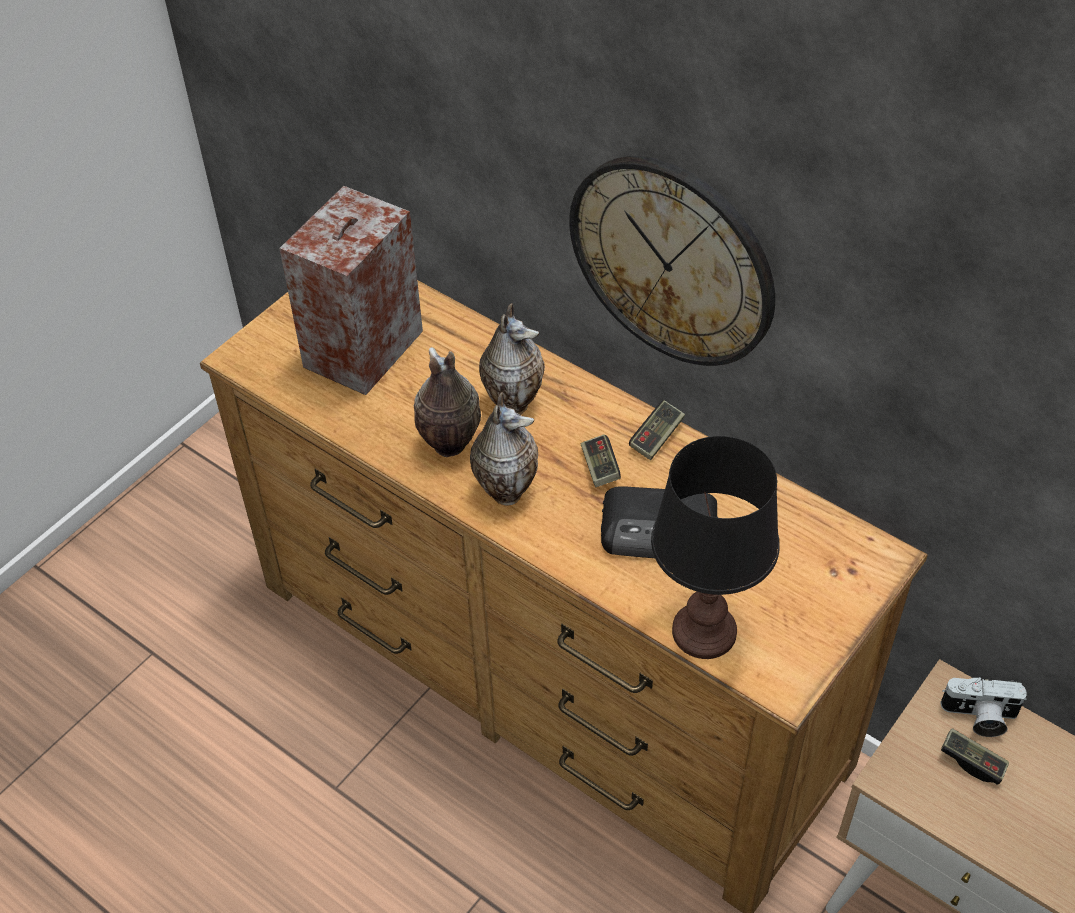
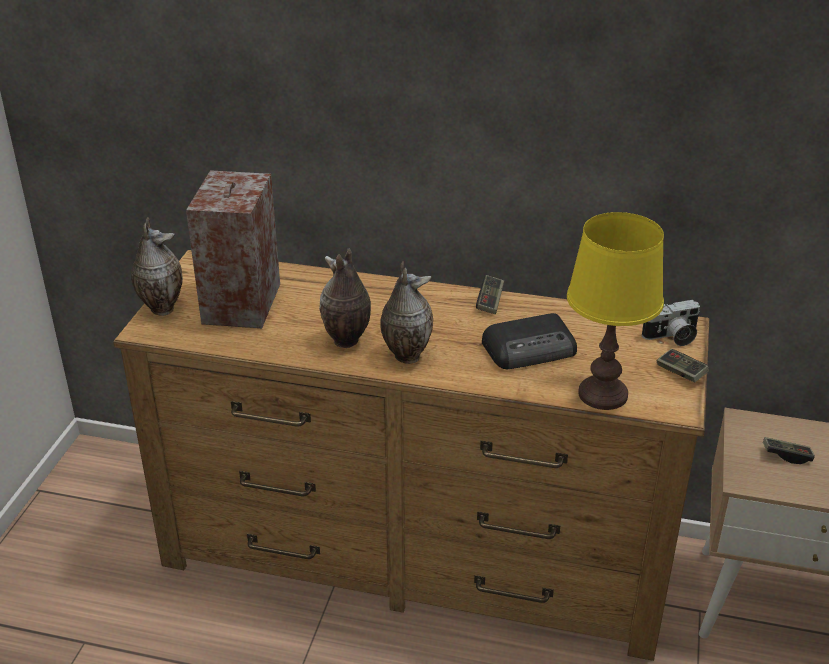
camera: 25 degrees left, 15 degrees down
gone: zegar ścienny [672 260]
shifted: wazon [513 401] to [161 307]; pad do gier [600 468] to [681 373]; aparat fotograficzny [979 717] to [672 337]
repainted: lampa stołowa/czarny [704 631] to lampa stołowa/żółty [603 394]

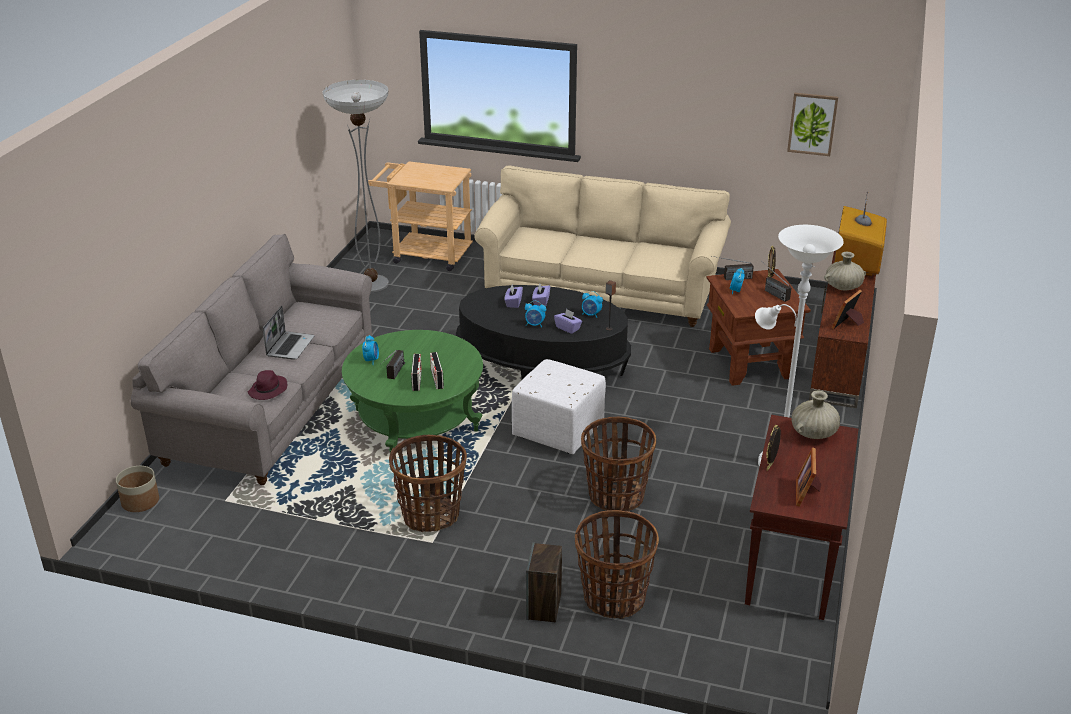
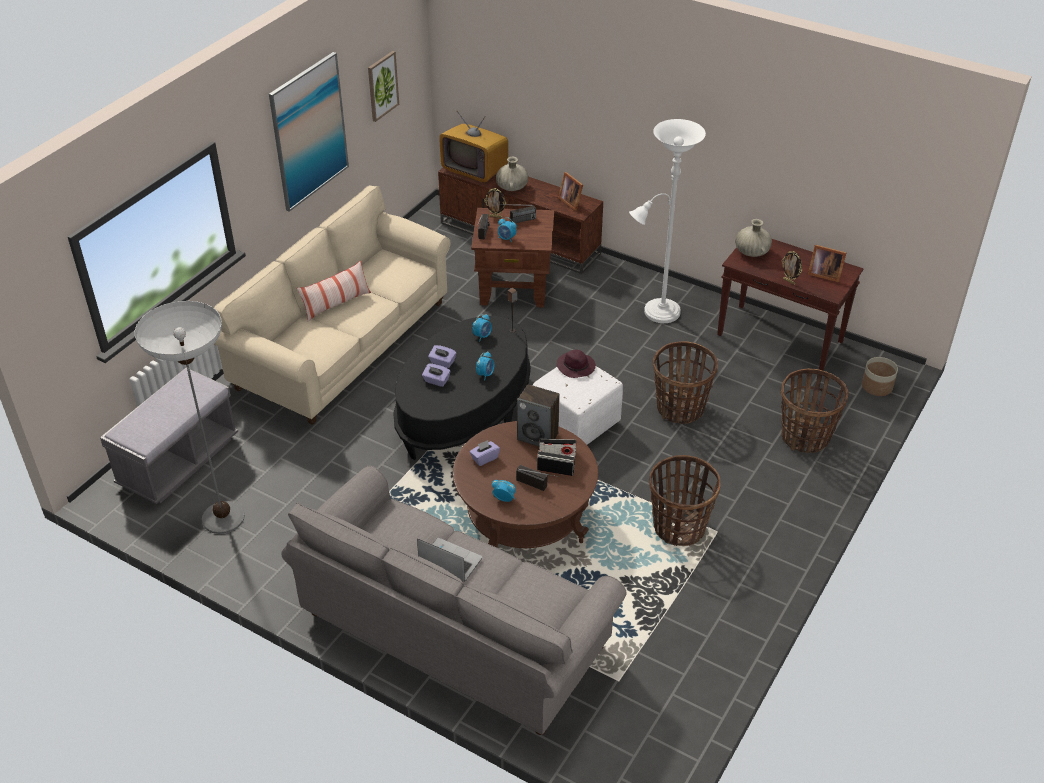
camera: 75 degrees left, 10 degrees up
new: obraz [309 131]; poduszka [336 304]
shifted: donica [140 501] to [876 387]; kapelusz/fioletowy [268 390] to [576 367]; głośnik [544 607] to [538 436]; pudełko chusteczek/fioletowy [568 328] to [484 458]
swapped: wózek/beżowy [425 254] to ławka/szary [178 462]
repainted: ława/zielony [416 420] to ława/brązowy [525 517]

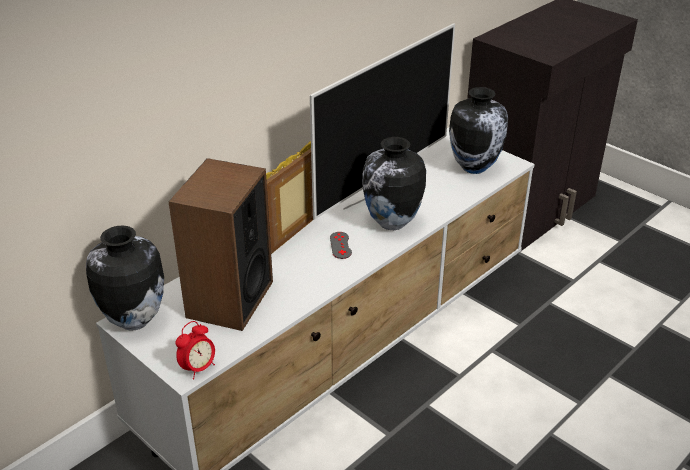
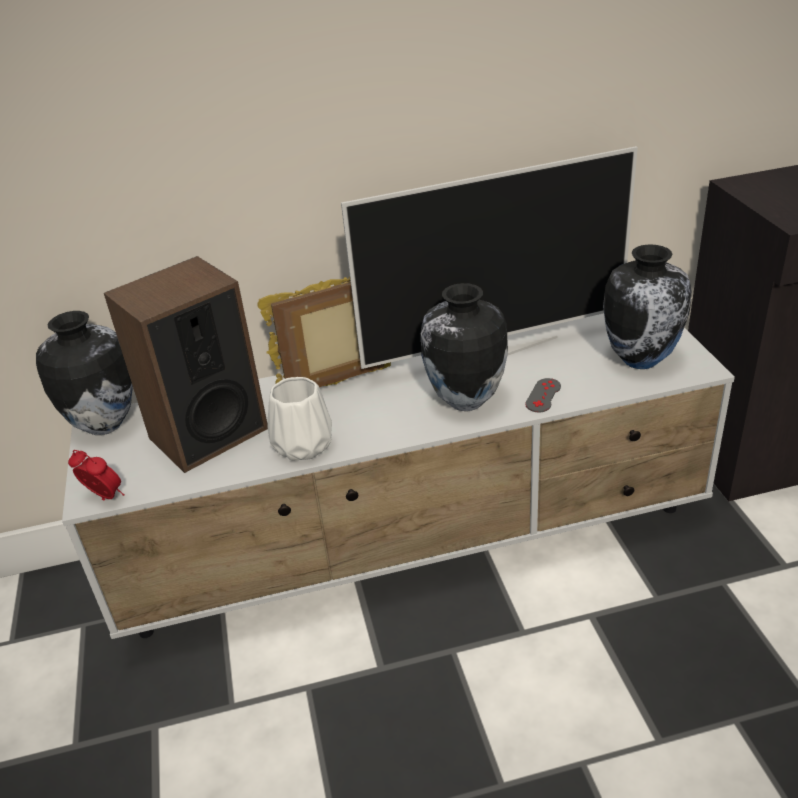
camera: 35 degrees right, 0 degrees up
new: wazon/biały [302 446]
shifted: pad do gier/szary [340 245] to [543 395]
rotated: budzik [198 368] = [104 498] 135 degrees counterclockwise

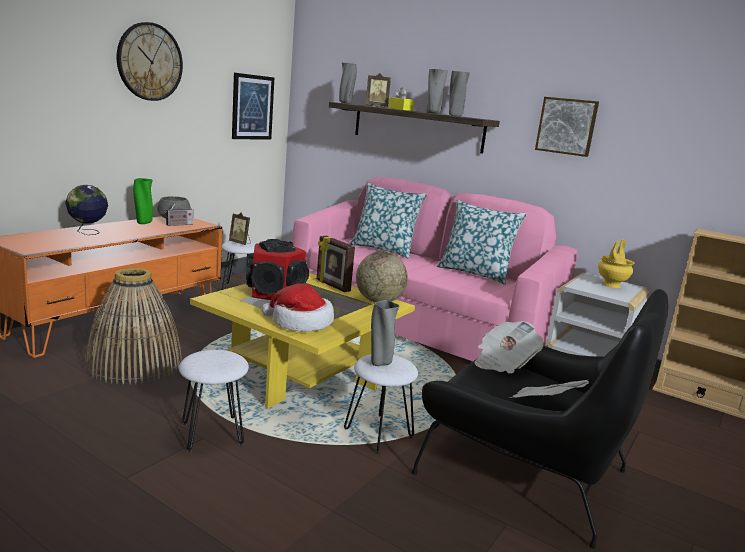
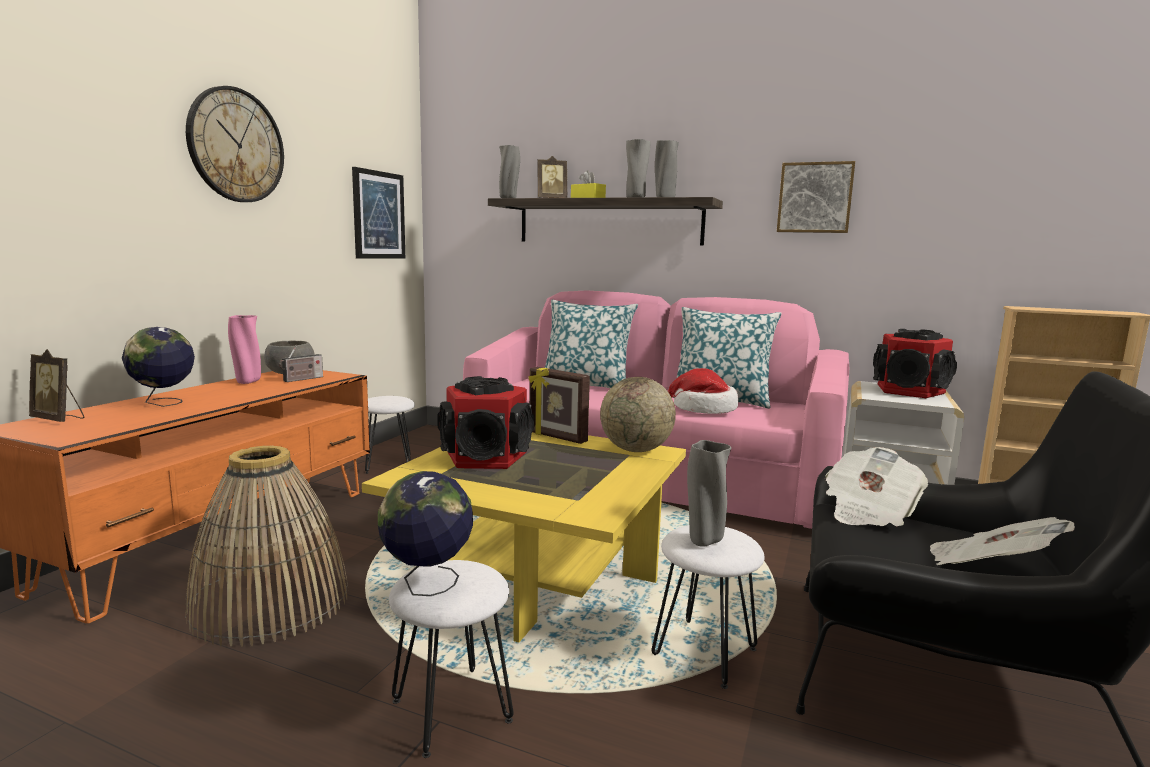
camera: 10 degrees left, 5 degrees down
new: globus [427 585]
shifted: ramka na zdjęcie [240 243] to [59 419]; kapelusz [300 322] to [702 409]
swapped: wazon/żółty [611 285] to głośnik [908 391]
repainted: wazon/zielony [143 223] to wazon/różowy [247 382]

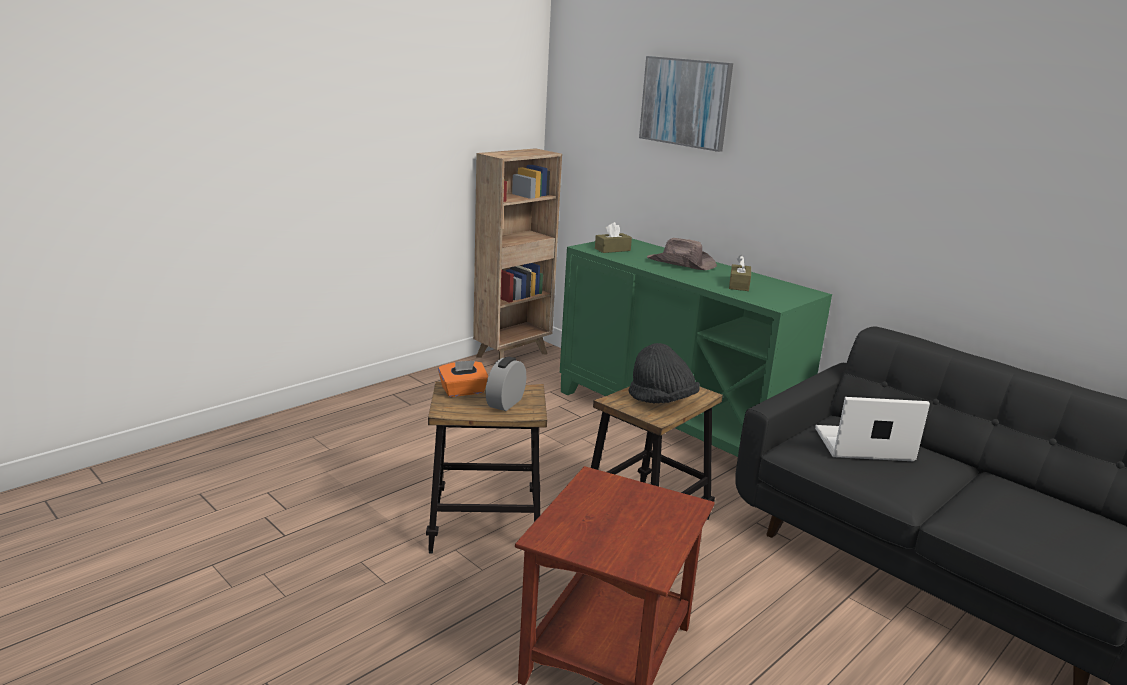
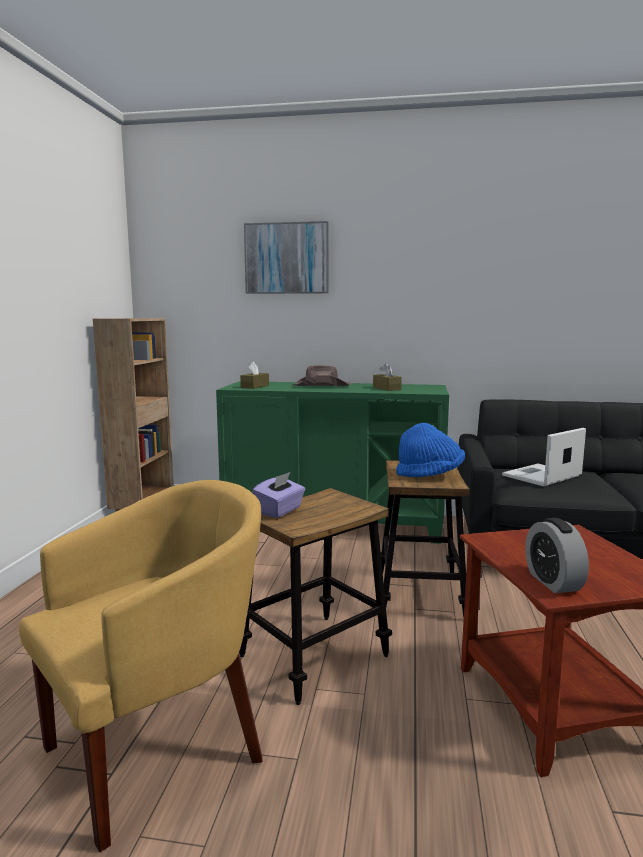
camera: 35 degrees left, 10 degrees down
new: fotel/żółty [159 746]
shifted: budzik [505 403] to [553 582]
repainted: pudełko chusteczek/pomarańczowy [463 391] to pudełko chusteczek/fioletowy [280 510]; kapelusz/czarny [661 401] to kapelusz/niebieski [430 475]

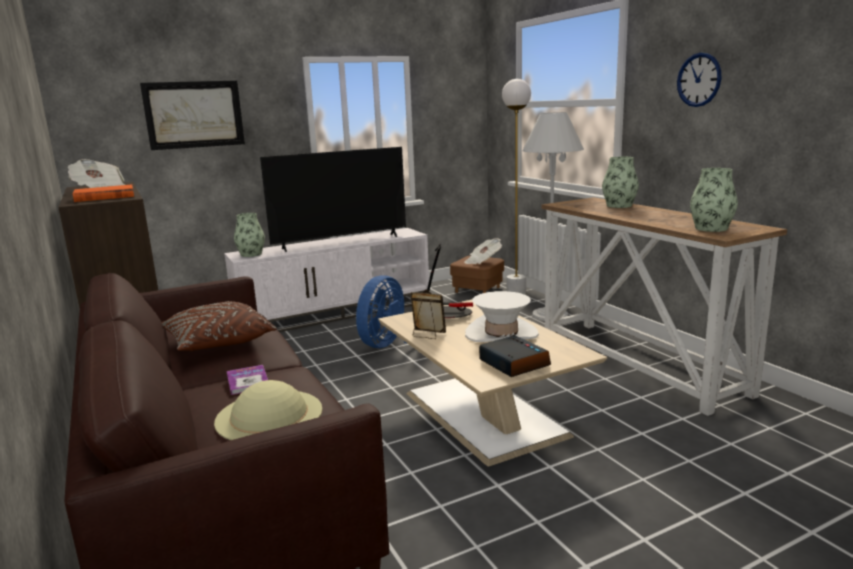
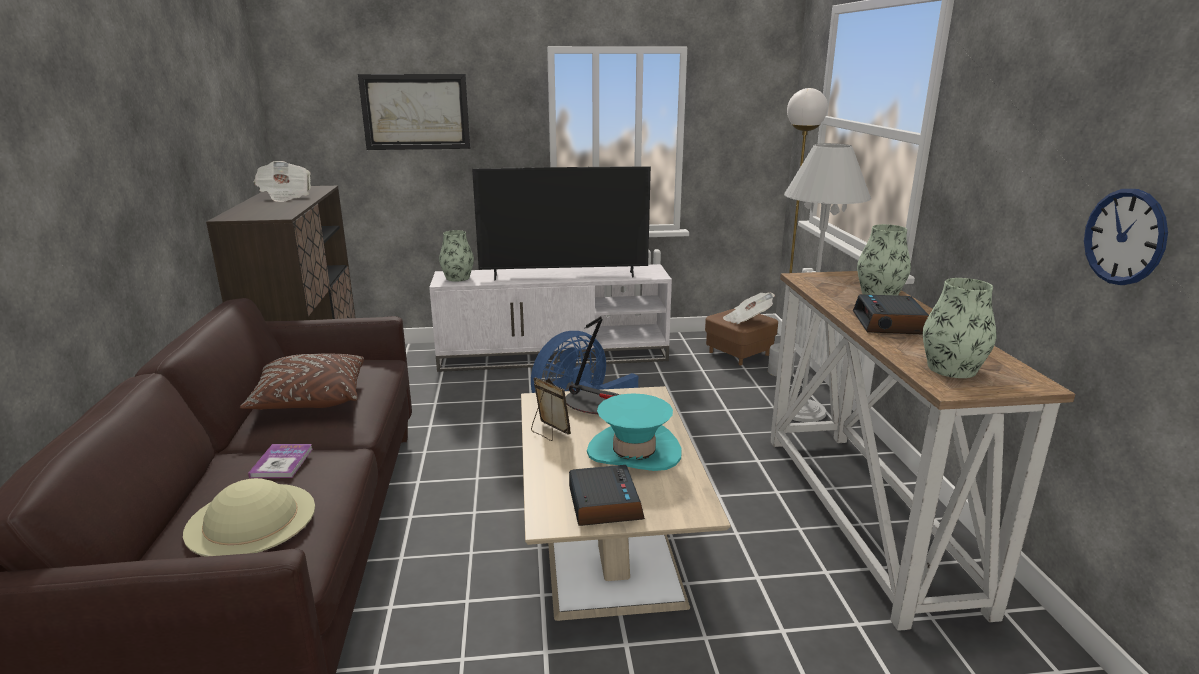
camera: 20 degrees right, 5 degrees up
gone: książka/pomarańczowy [104 197]
new: budzik [890 323]
shifted: zegar ścienny [699 80] to [1124 237]
repainted: kapelusz/biały [501 334] to kapelusz/turkusowy [634 451]

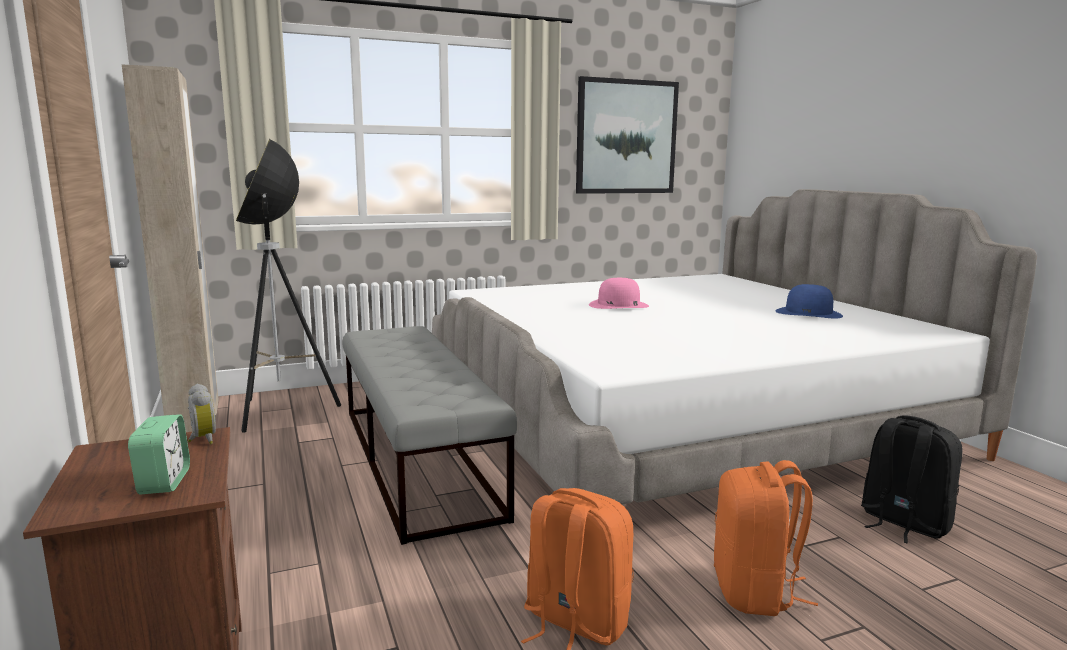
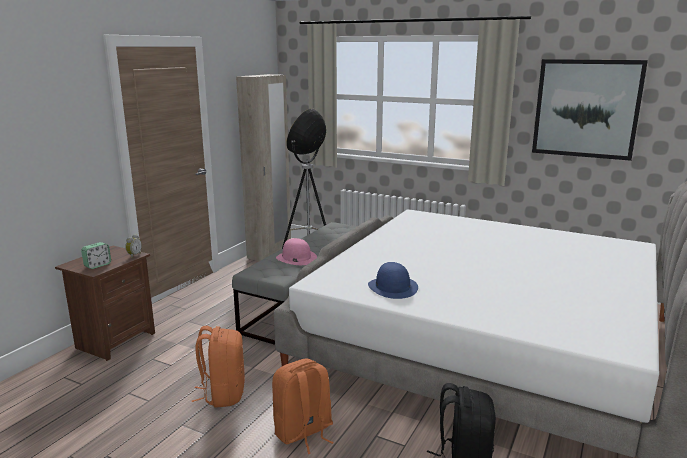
camera: 50 degrees right, 5 degrees up
shifted: kapelusz/różowy [618 305] to [296 258]; kapelusz/niebieski [809 313] to [393 287]

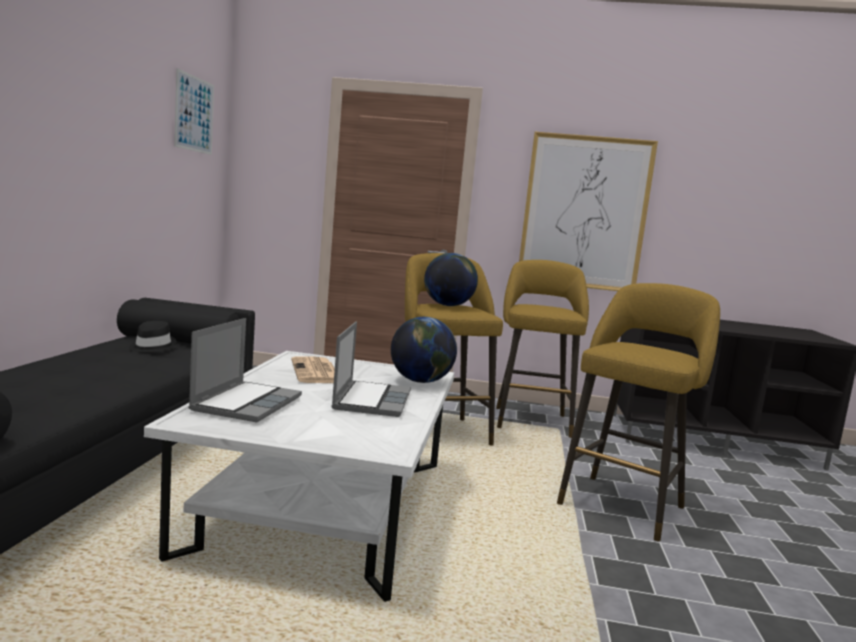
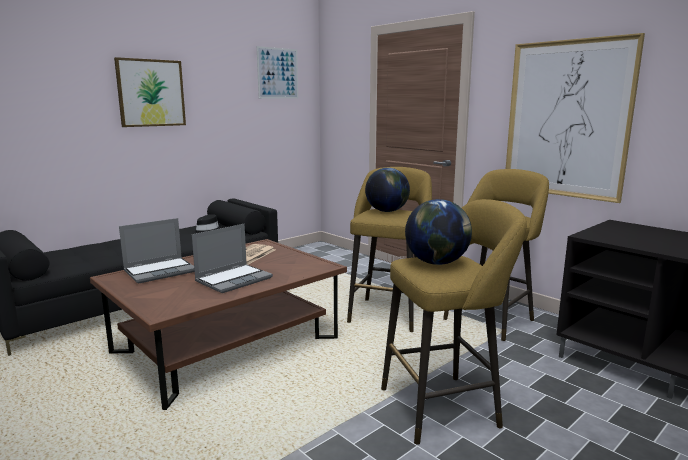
camera: 40 degrees right, 5 degrees up
new: obraz [151 93]
shifted: globus [421 381] to [437 263]
repainted: ława/biały [324 505] to ława/brązowy [227 345]

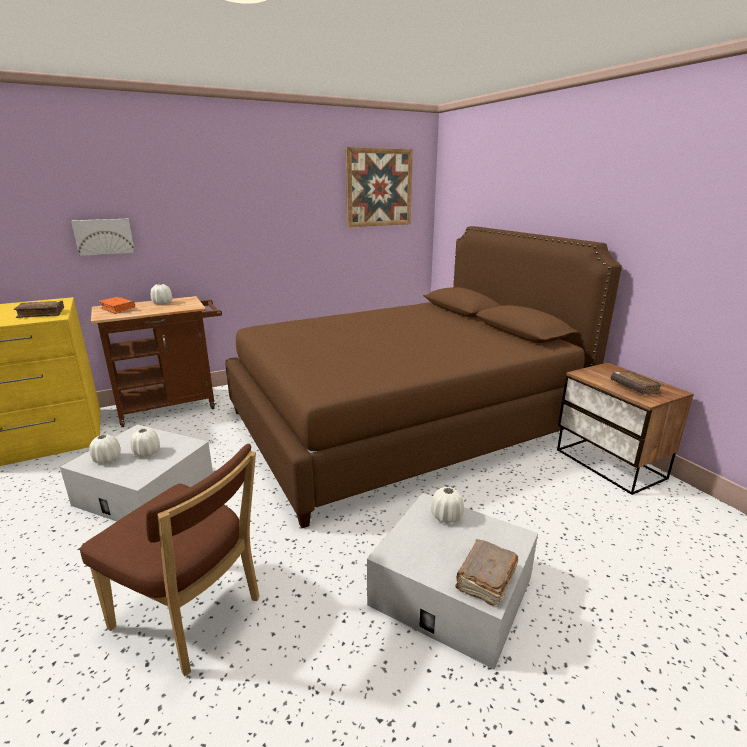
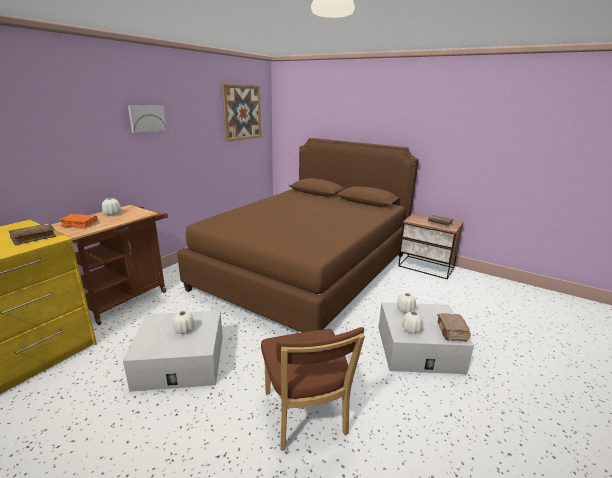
camera: 30 degrees left, 0 degrees up
shifted: obraz [104 236] to [147 118]; wazon/biały [107 459] to [411 330]
rotated: krzesło/brązowy [192 616] = [306 416] 75 degrees clockwise

